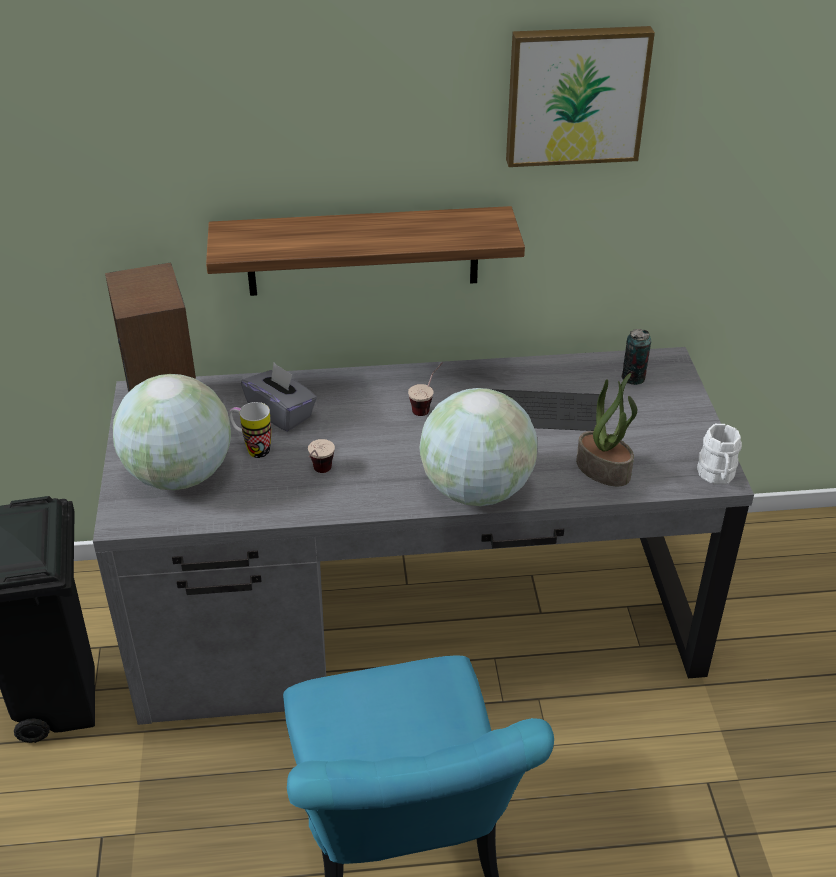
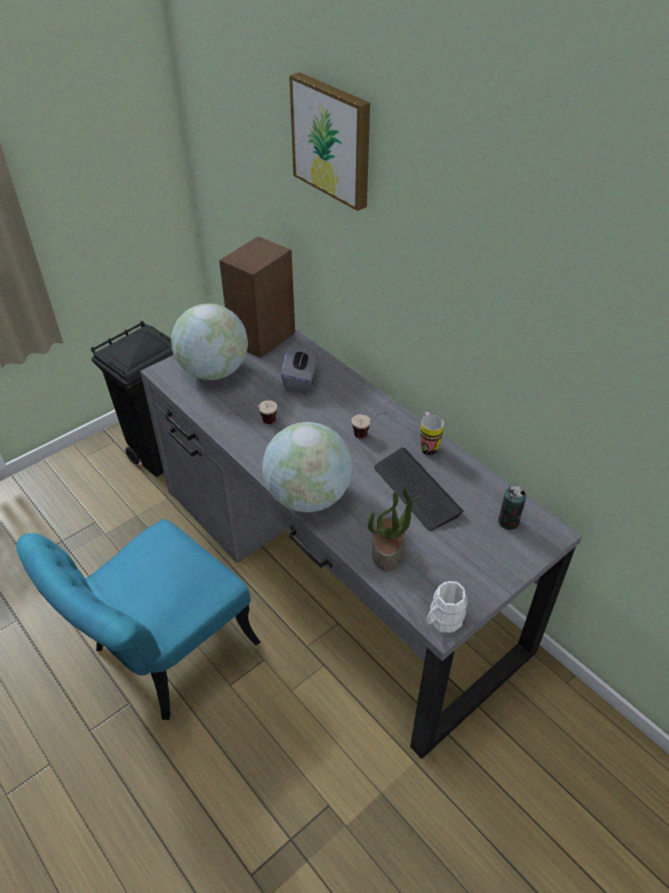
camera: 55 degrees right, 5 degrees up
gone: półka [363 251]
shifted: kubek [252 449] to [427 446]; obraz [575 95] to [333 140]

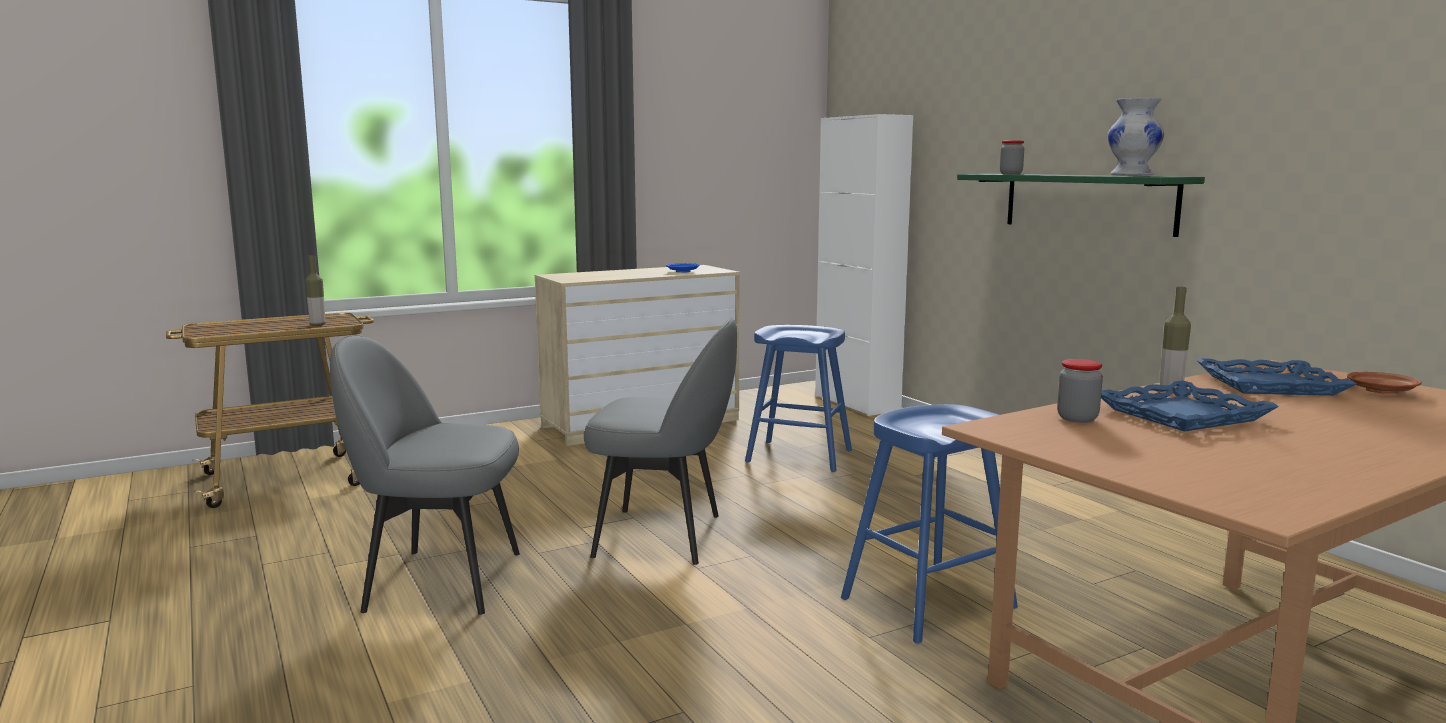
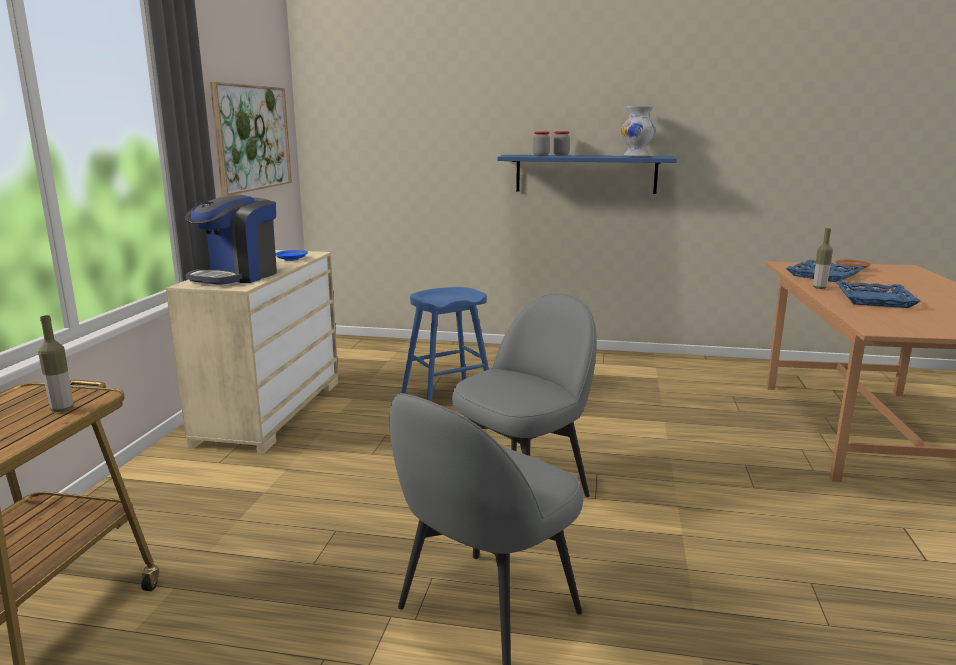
camera: 50 degrees left, 5 degrees up
gone: szafka/biały [856 403]; stołek/niebieski [927 603]
new: ekspres do kawy [236 276]; obraz [252 138]
shifted: słoik [1077 418] to [561 155]
repainted: półka/zielony [1087 202] to półka/niebieski [585 174]

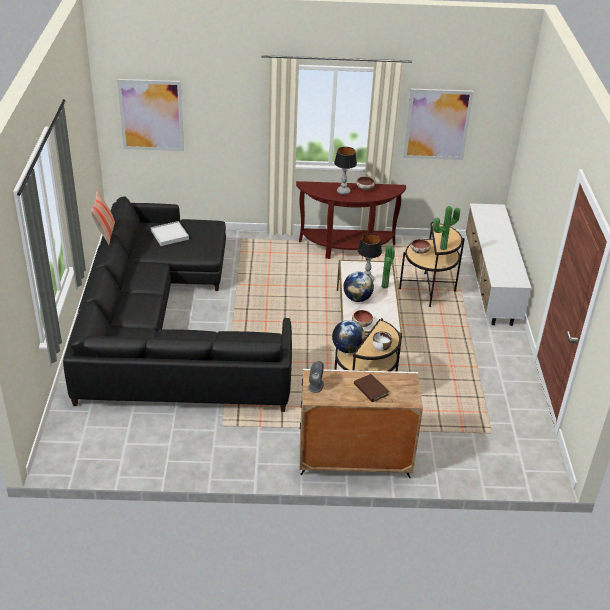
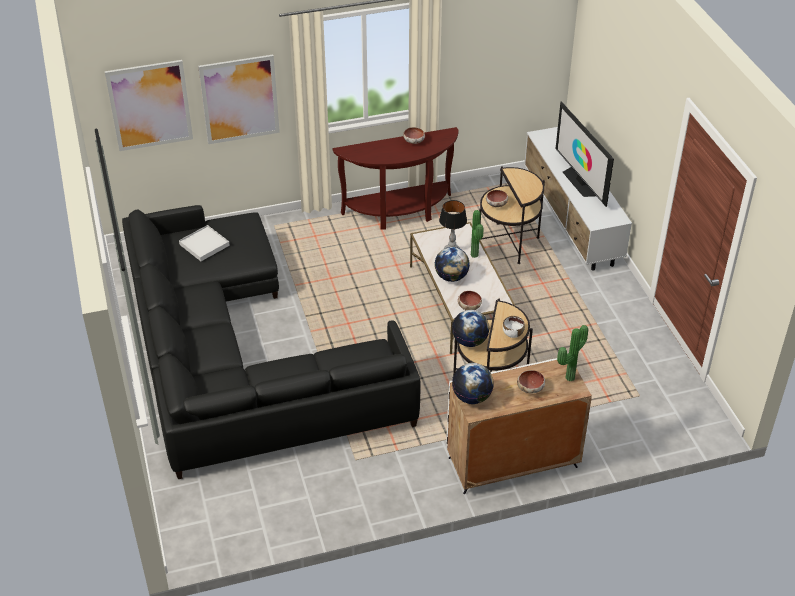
camera: 15 degrees left, 5 degrees up
gone: poduszka [105 233]; lampa stołowa [343 191]
new: telewizor [581 182]
shifted: obraz [437 124] to [239 99]; roślina doniczkowa [442 247] to [568 377]
swapped: głośnik/szary [316 385] to globus [472 397]; książka/brązowy [371 389] to miska [530 388]

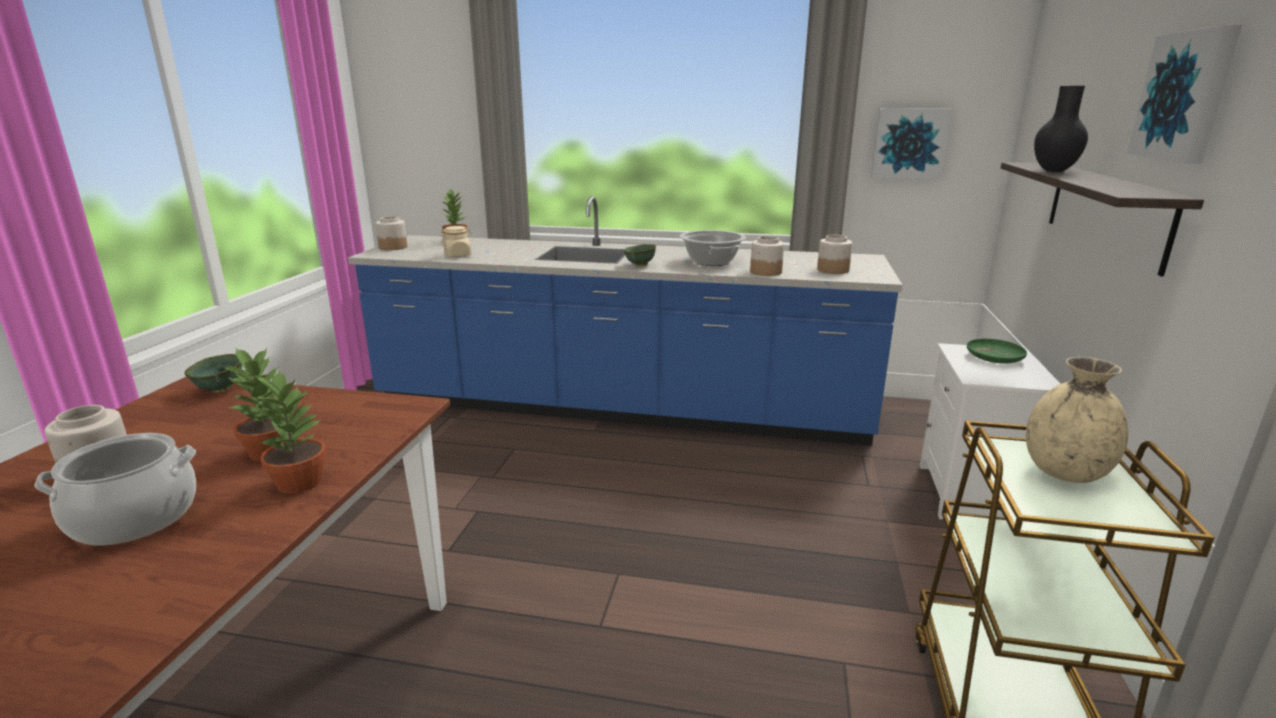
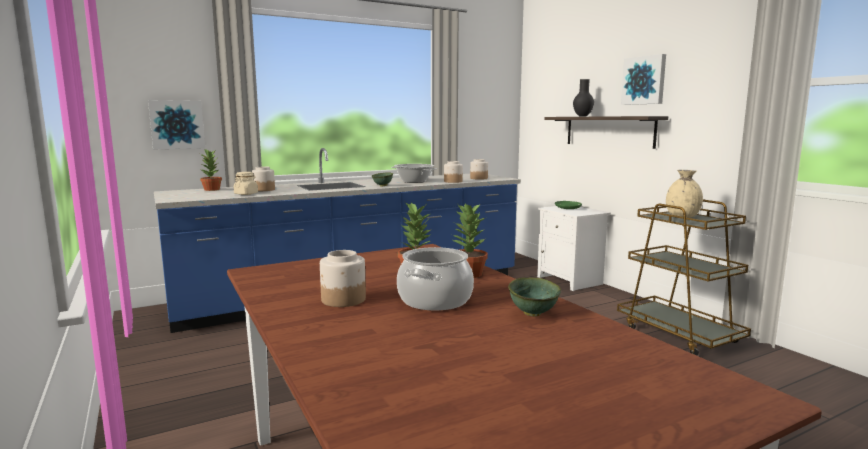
camera: 40 degrees left, 10 degrees down
shifted: miska/zielony [221 390] to [534 313]; słoik [393 247] to [264 190]; obraz [909 143] to [177 124]

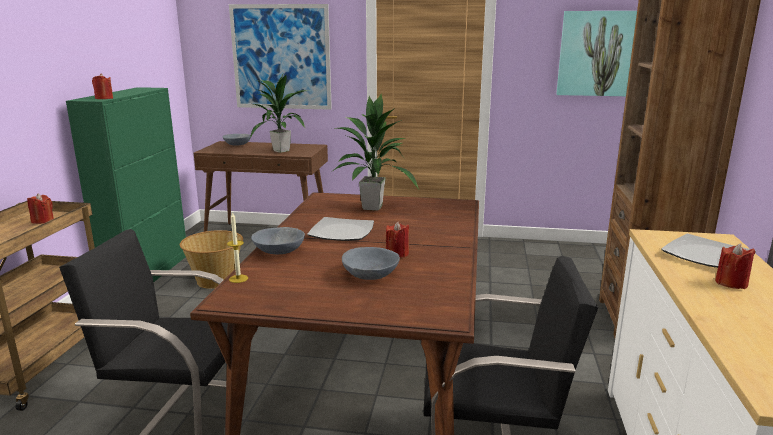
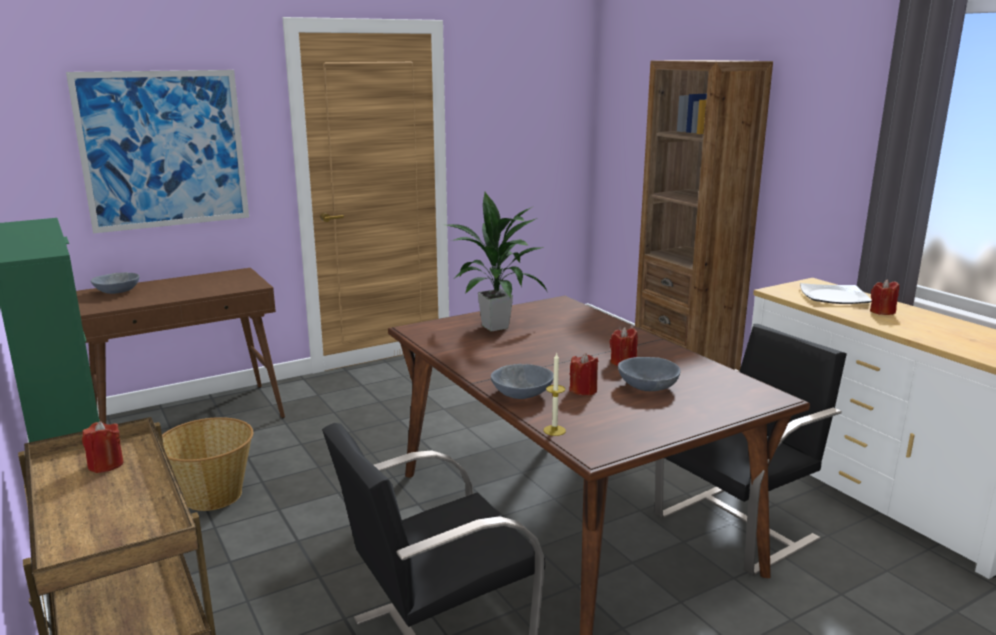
camera: 40 degrees left, 0 degrees up
gone: roślina doniczkowa [281 150]; talerz [341 232]; obraz [602 54]
shifted: świeca/czerwony [104 98] to [583 390]

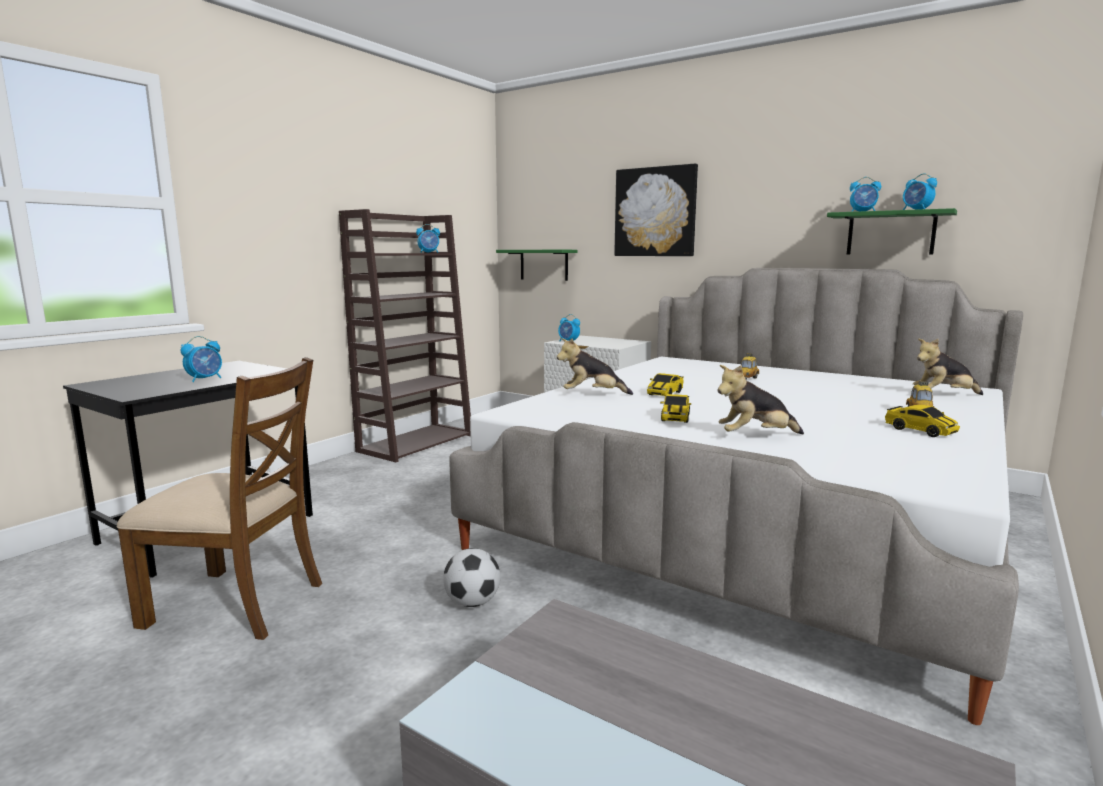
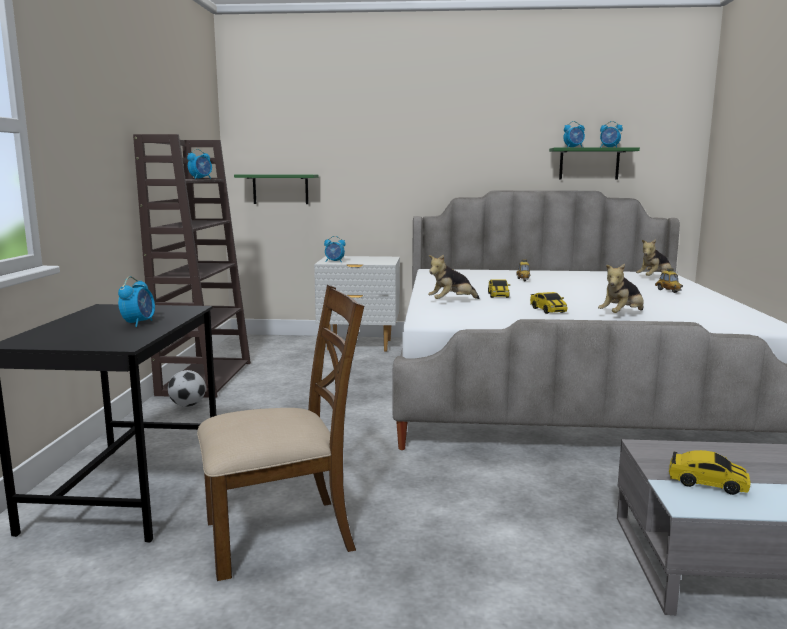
camera: 30 degrees left, 0 degrees up
gone: obraz [655 212]
shifted: piłka futbolowa [472 603] to [188 405]; samochodzik [920 431] to [707 483]

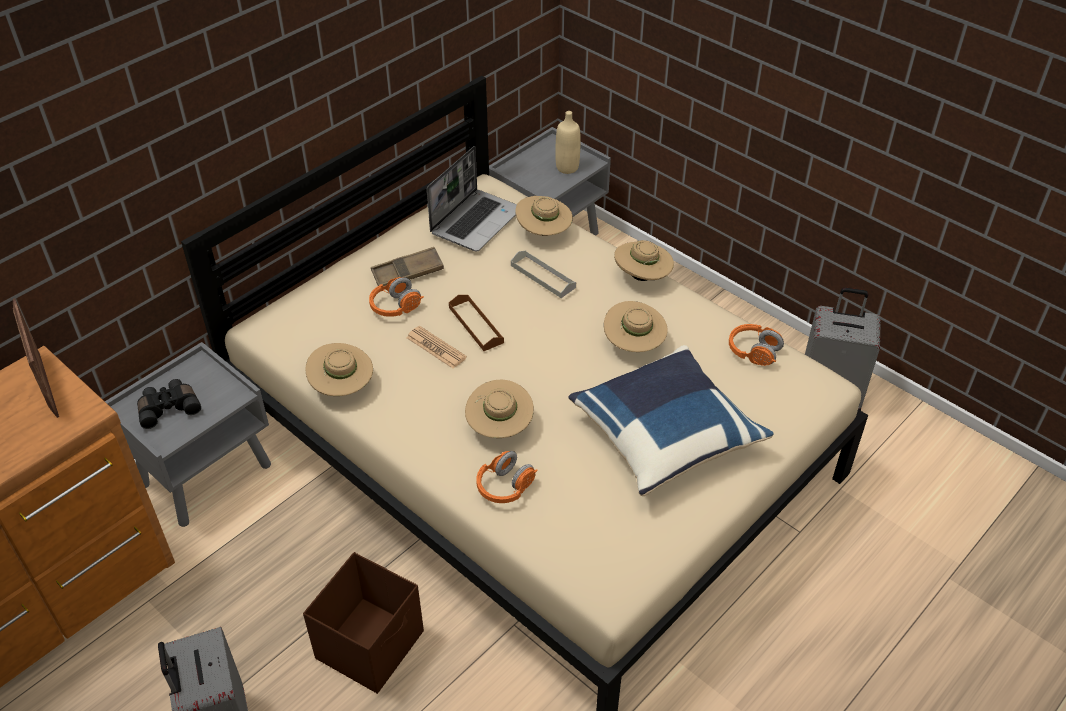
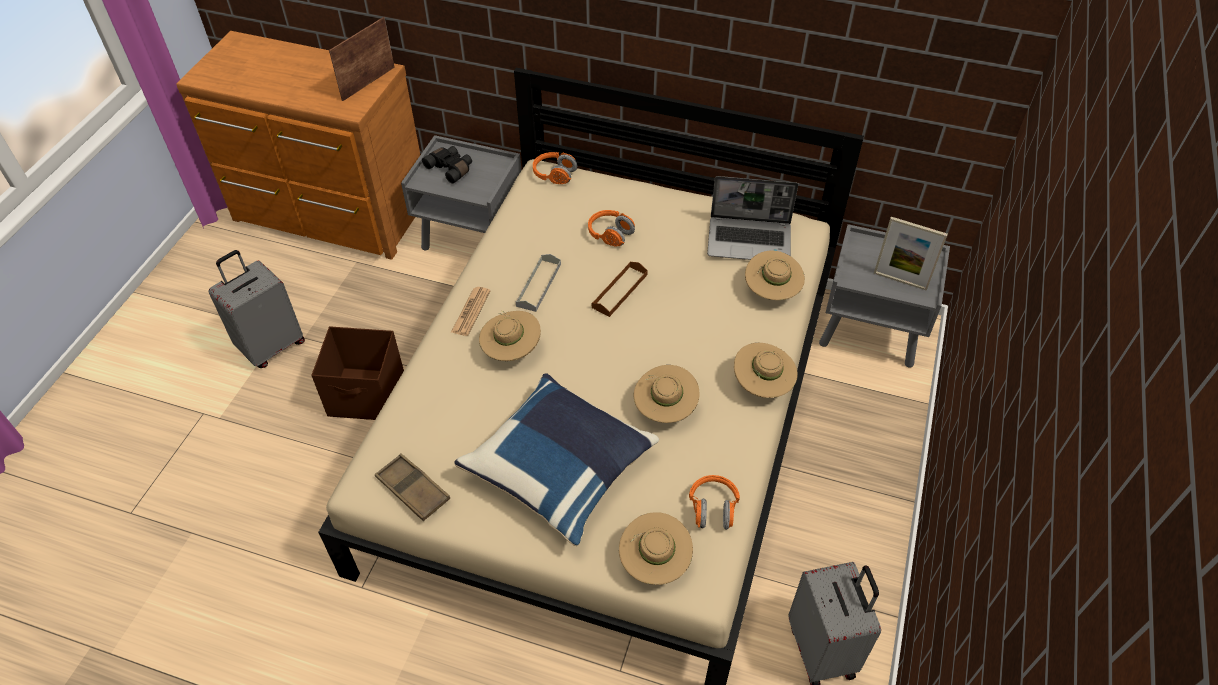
camera: 65 degrees right, 5 degrees up
shifted: kapelusz/beżowy [342 387] to [654 562]; taca/brązowy [407 272] to [413 490]; gazeta [436 348] to [471 311]; słuchawki/pomarańczowy [505 487] to [554 175]; taca/szary [543 276] to [539 285]
swapped: butelka/beżowy [567 167] to ramka na zdjęcie [900 280]

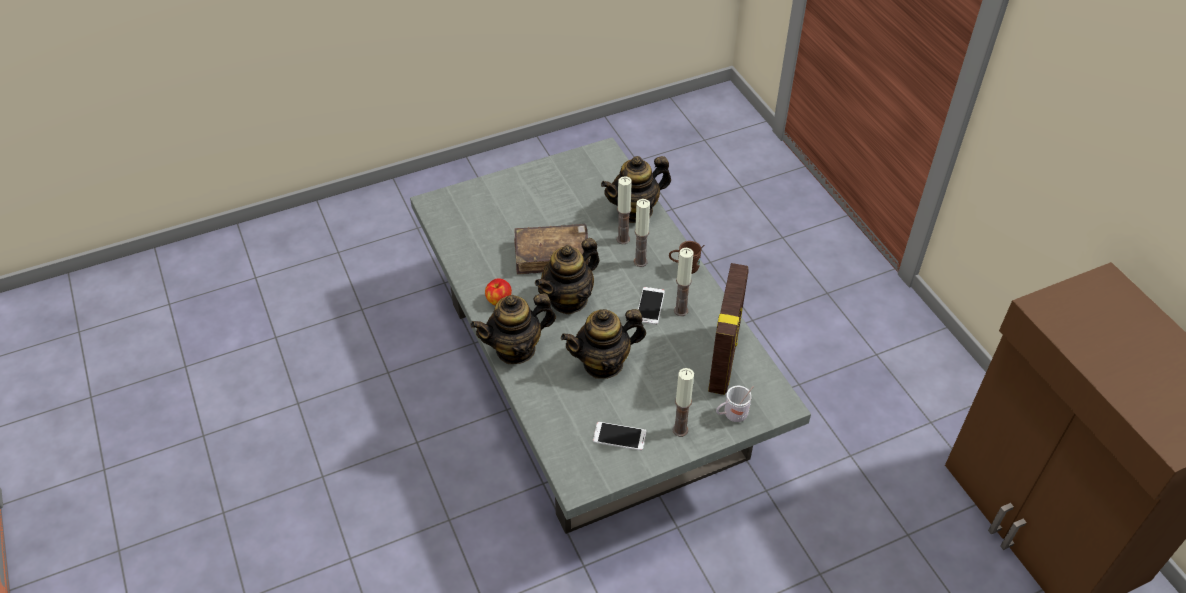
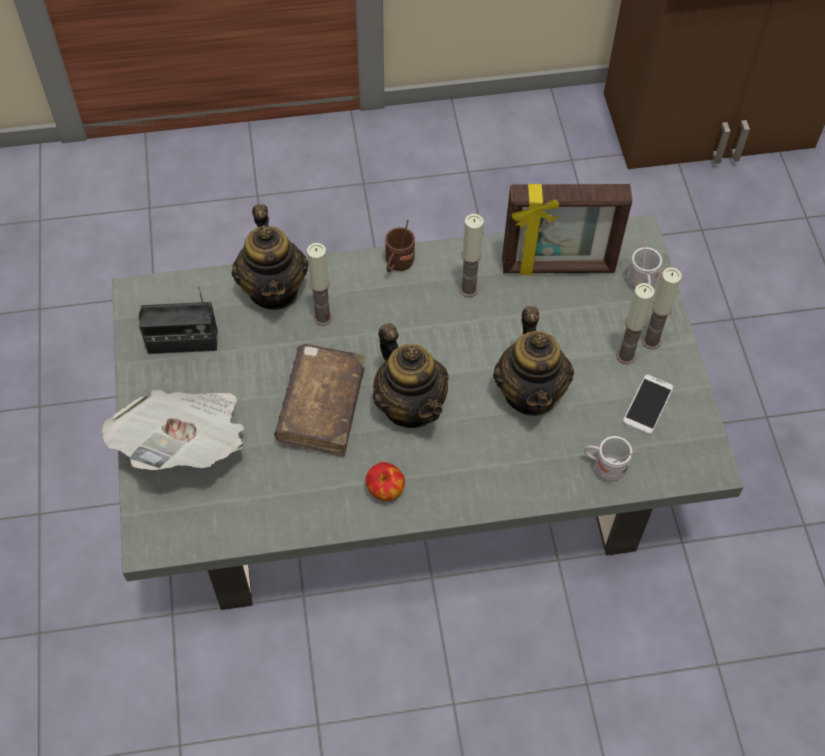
camera: 75 degrees left, 10 degrees up
gone: imbryk [516 349]; telefon [650 306]
new: gazeta [186 444]; radio [182 342]; kubek/biały [604 468]
shifted: świeca [640 261] to [626 356]
rotated: ramka na zdjęcie [725 359] = [558 268] 150 degrees clockwise

